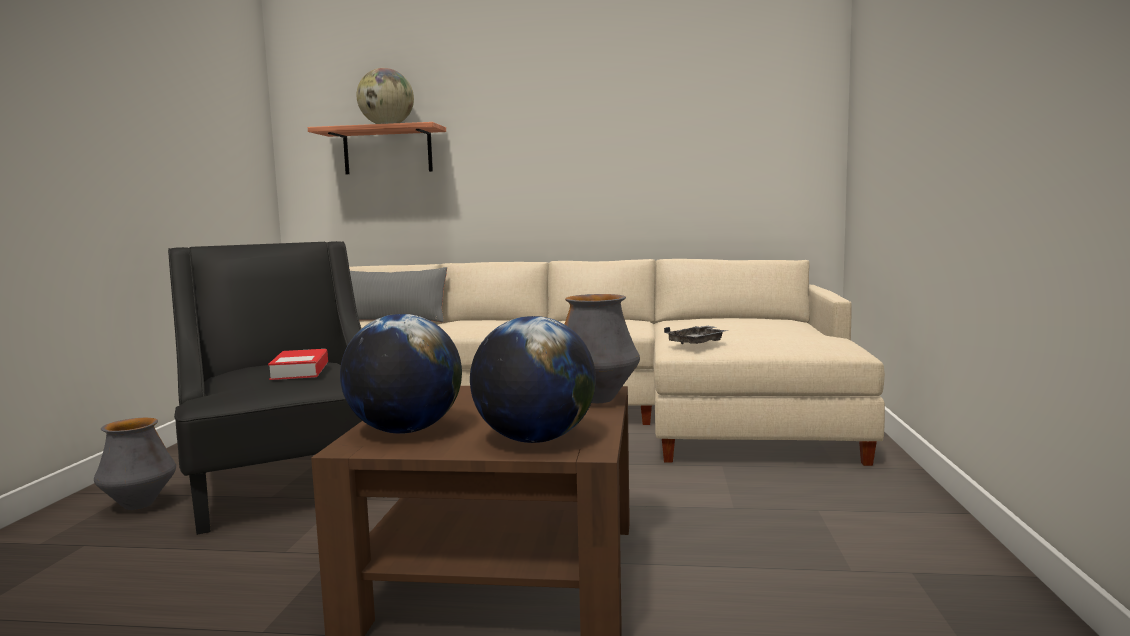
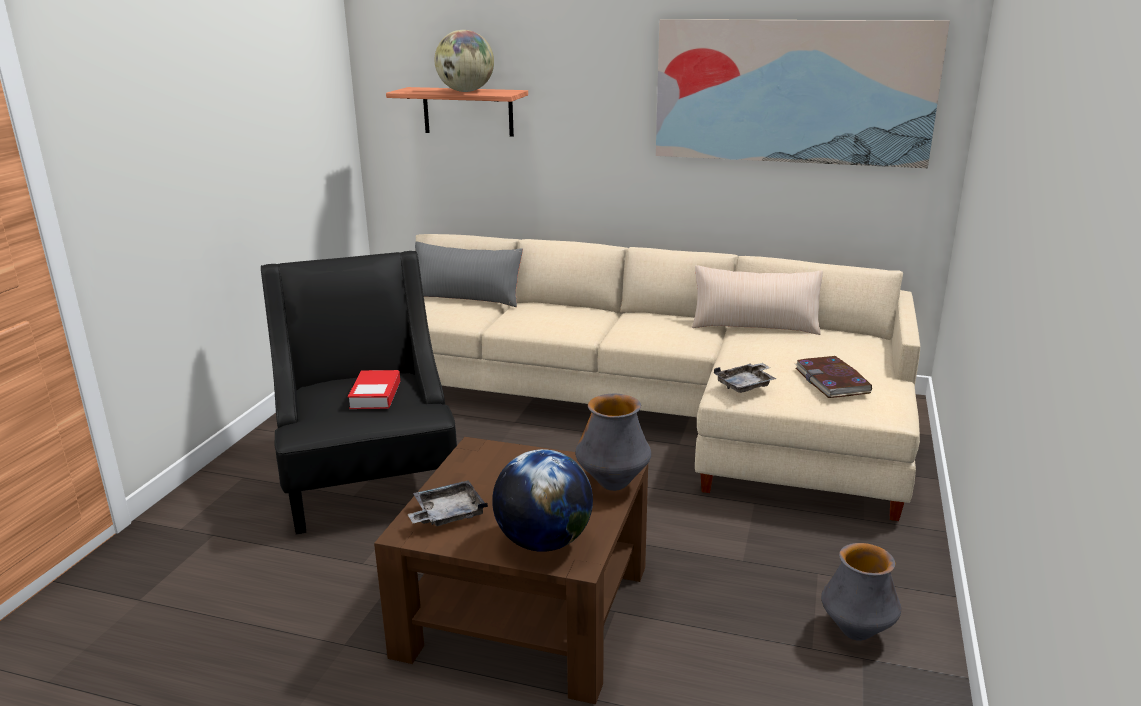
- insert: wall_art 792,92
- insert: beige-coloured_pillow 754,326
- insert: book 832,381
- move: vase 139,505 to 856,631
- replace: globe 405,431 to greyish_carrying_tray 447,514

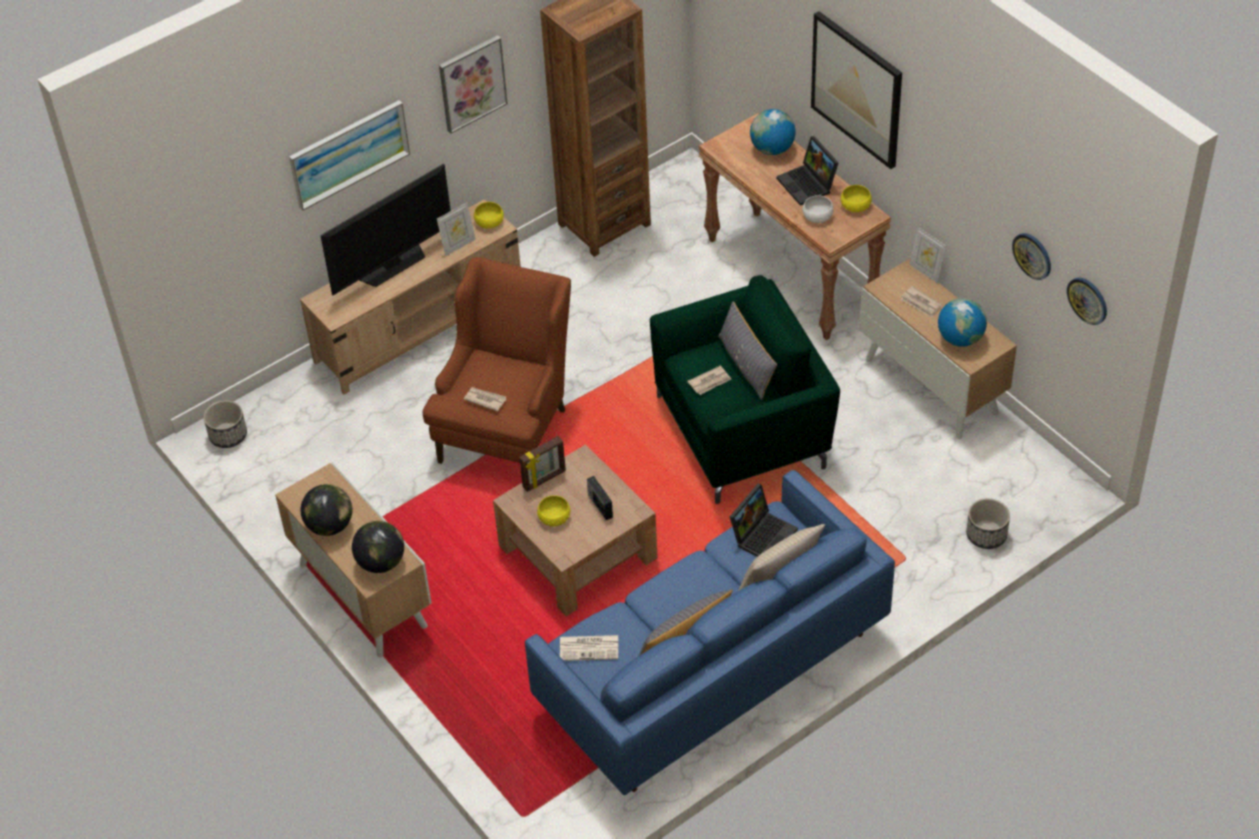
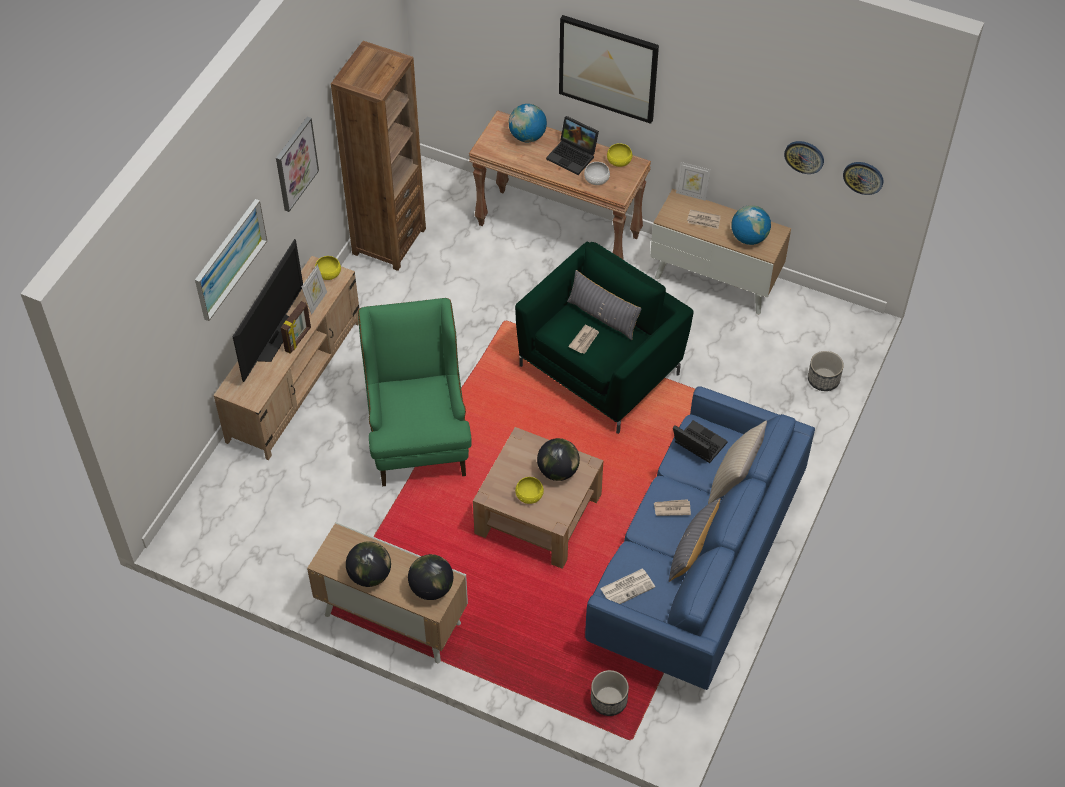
- move: planter 228,435 to 608,700
- move: printed_paper 485,399 to 672,508
- move: standing_frame 544,479 to 298,339
- replace: radio 600,505 to globe 558,471
- recolor: brown_armchair 507,425 to green-coloured_armchair 418,433
- rotate: laptop 763,534 = 697,445 60 degrees counterclockwise

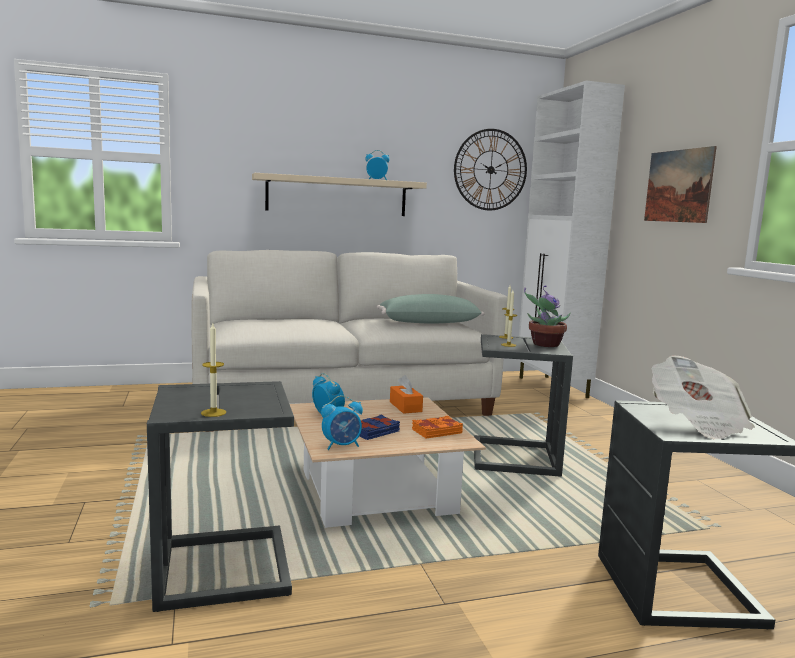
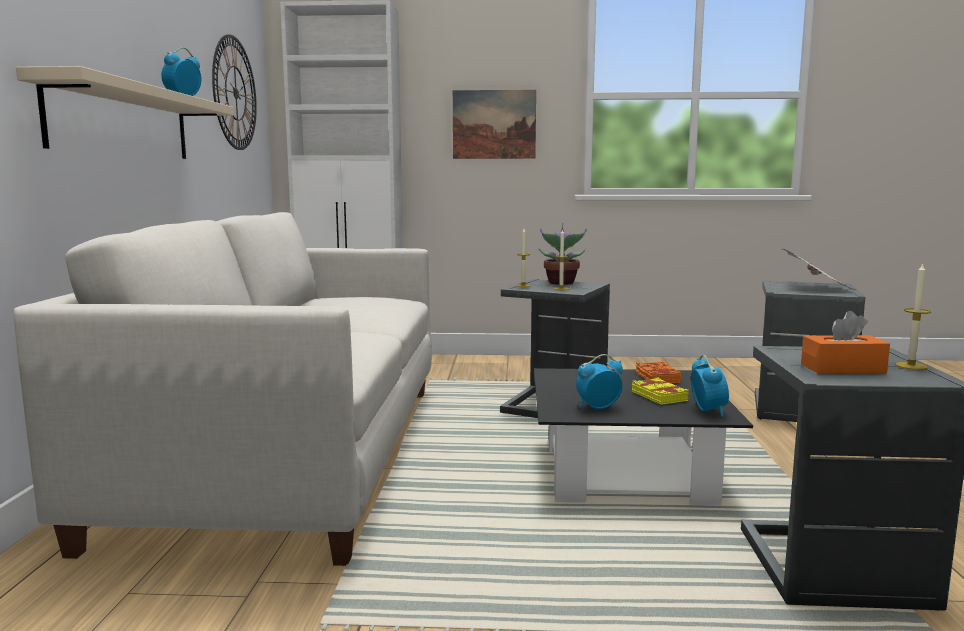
- delete: green-coloured_pillow 428,322
- move: orangey_box_of_tissues 405,407 to 842,368
- recolor: beige-coloured_lounge_table 376,491 to black_lounge_table 625,472
- recolor: blue_book 374,432 to yellow-coloured_book 659,396

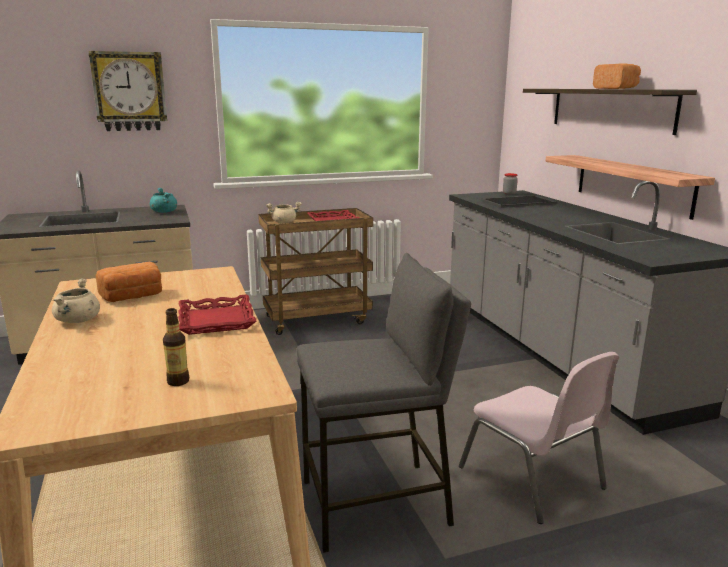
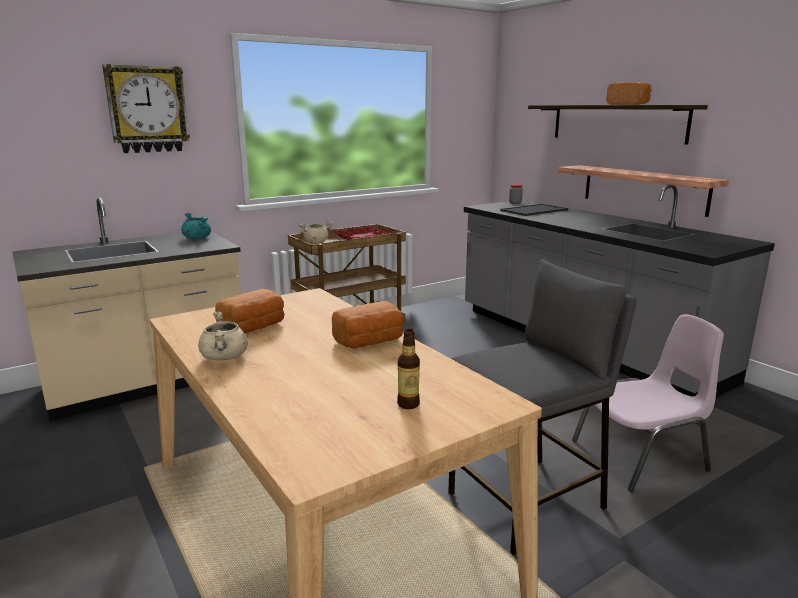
- replace: red-coloured_carrying_tray 215,320 to bread 370,342
- rotate: pink-coloured_plain_chair 533,478 = 641,456 60 degrees counterclockwise

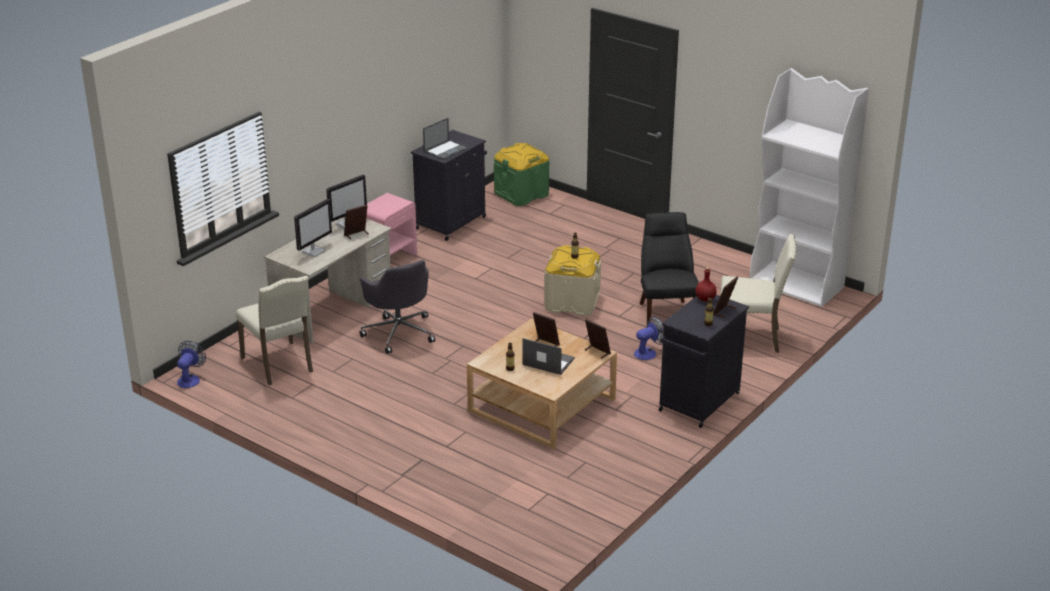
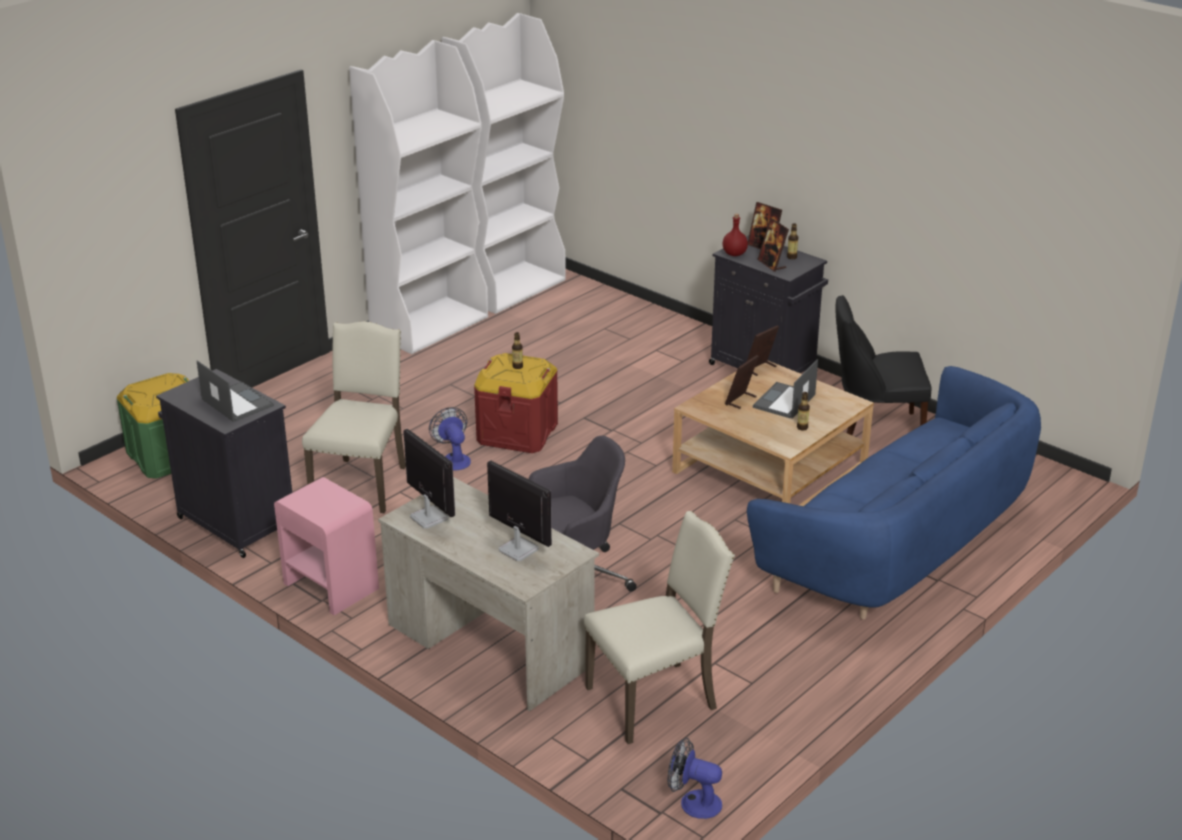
- insert: whitish_shelving_unit 429,325
- insert: blue_couch 899,546
- move: standing_frame 356,234 to 772,264
- move: electric_fan 648,353 to 453,459
- move: black_plain_chair 666,315 to 874,429
- move: beige-coloured_plain_chair 750,338 to 362,483
- recolor: beige-coloured_storage_bin 572,302 to red-coloured_storage_bin 517,433

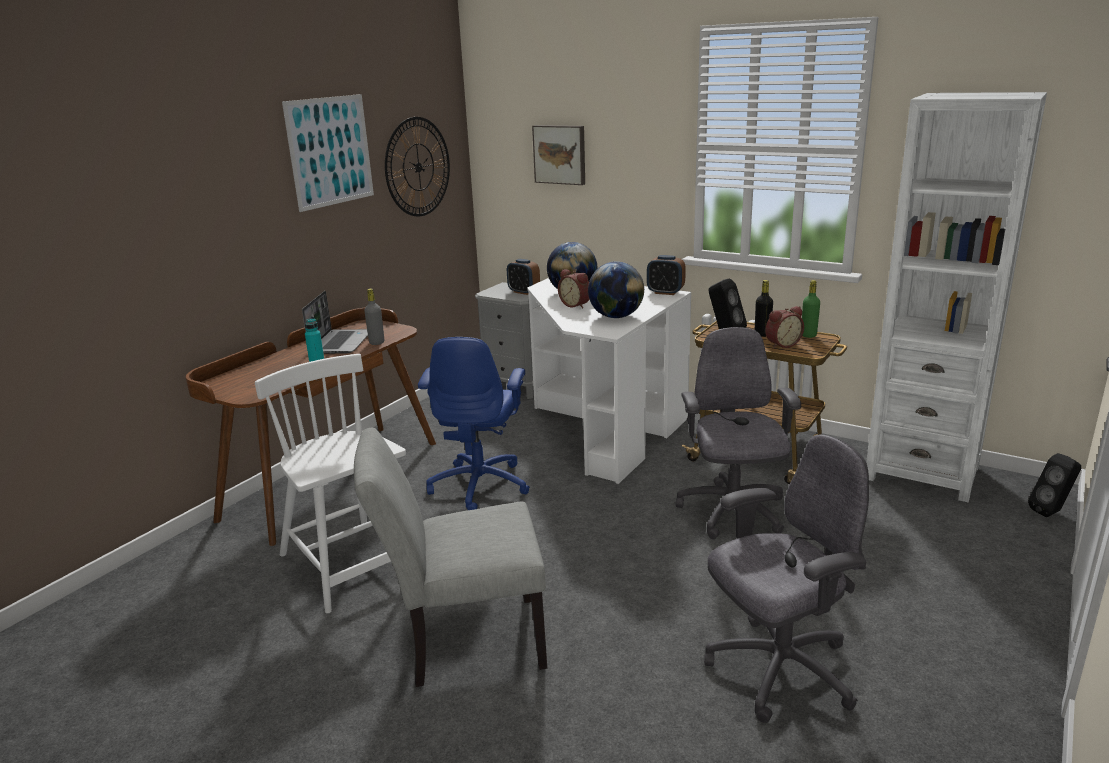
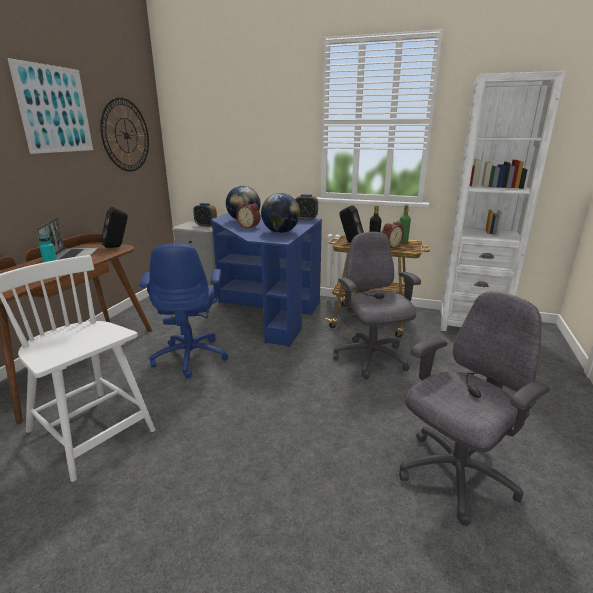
- delete: greyish_plain_chair 463,642
- delete: greyish_bottle 377,342
- delete: wall_art 560,154
- move: black_speaker 1051,512 to 117,247
- recolor: whitish_desk_table 601,429 to blue_desk_table 266,312

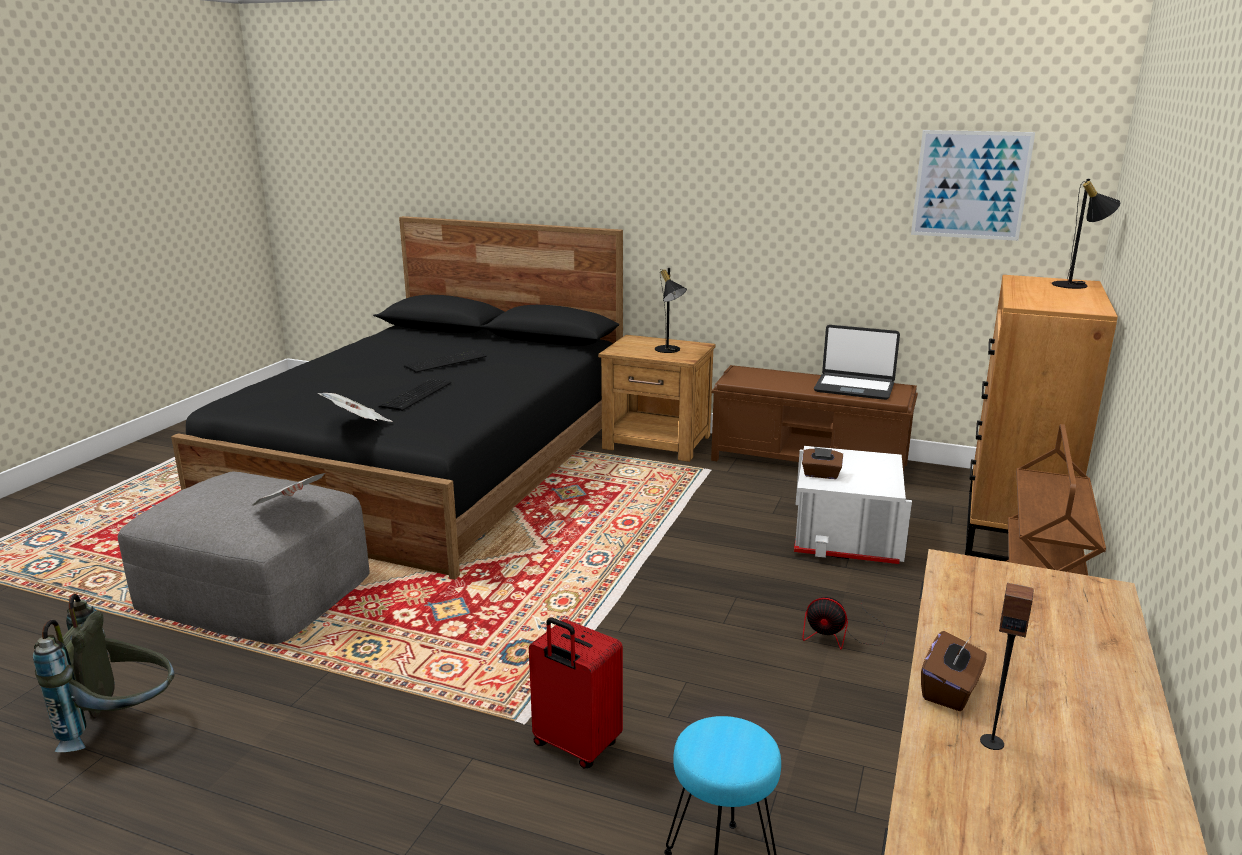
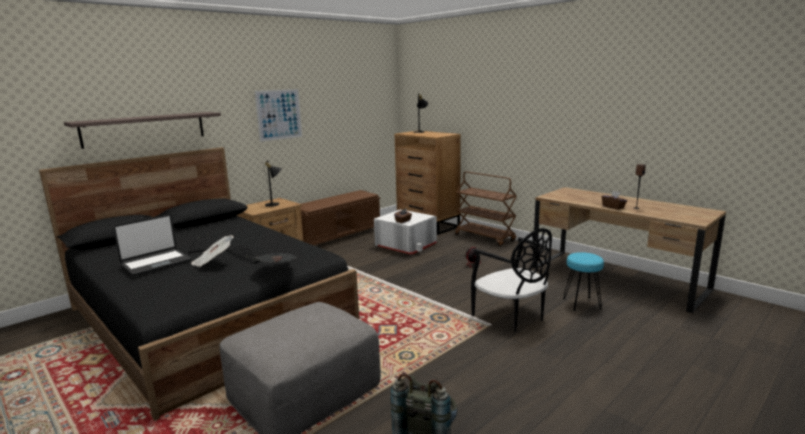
- insert: bracket_shelf 145,129
- move: printed_paper 290,508 to 213,262
- move: laptop 854,388 to 156,263
- move: wall_art 970,185 to 279,114
- replace: red-coloured_suitcase 575,746 to black_plain_chair 511,316

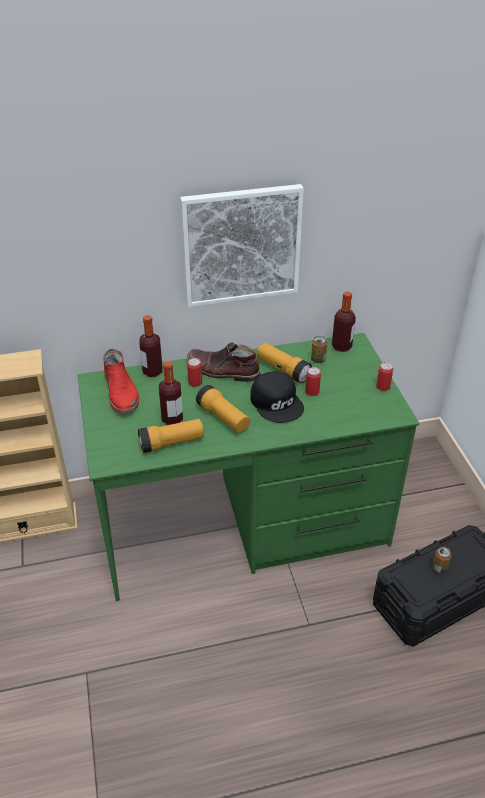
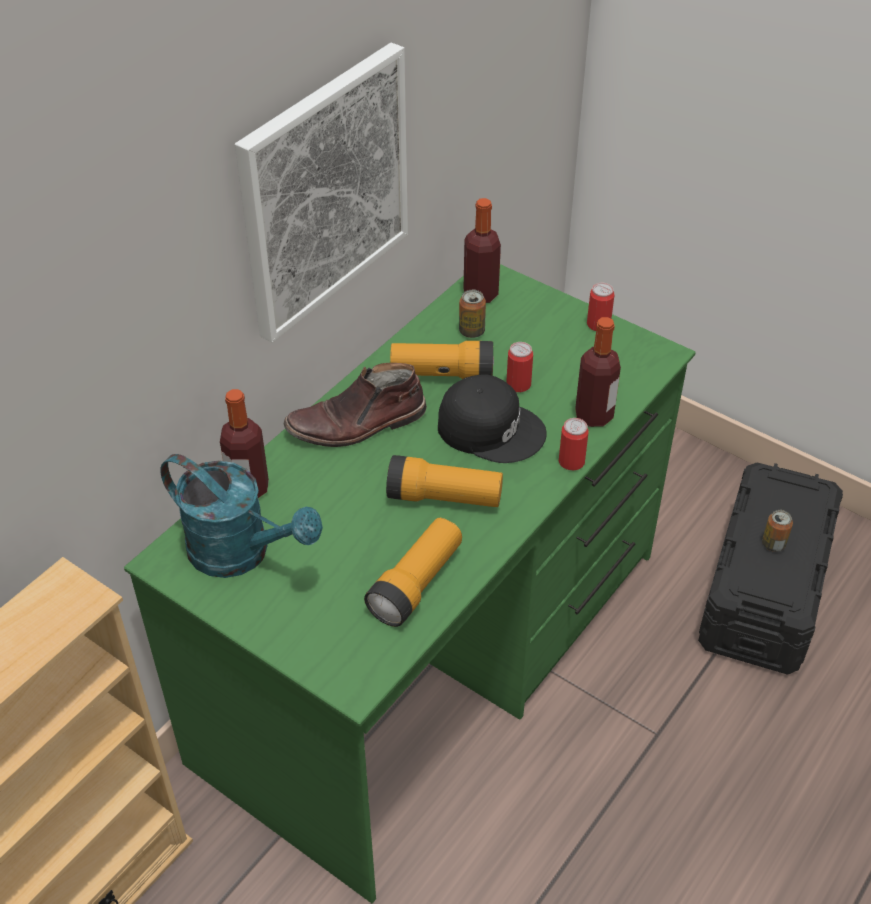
- move: bottle 172,419 to 594,415
- move: metal_can 195,382 to 571,461
- replace: red-coloured_high-top_boot 122,393 to turquoise-coloured_watering_pot 241,553

